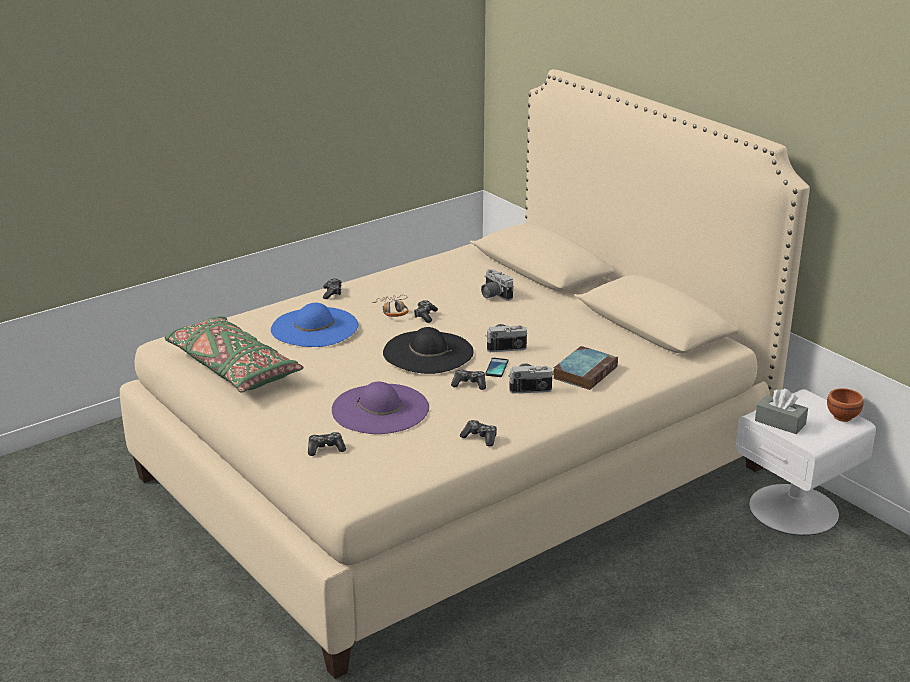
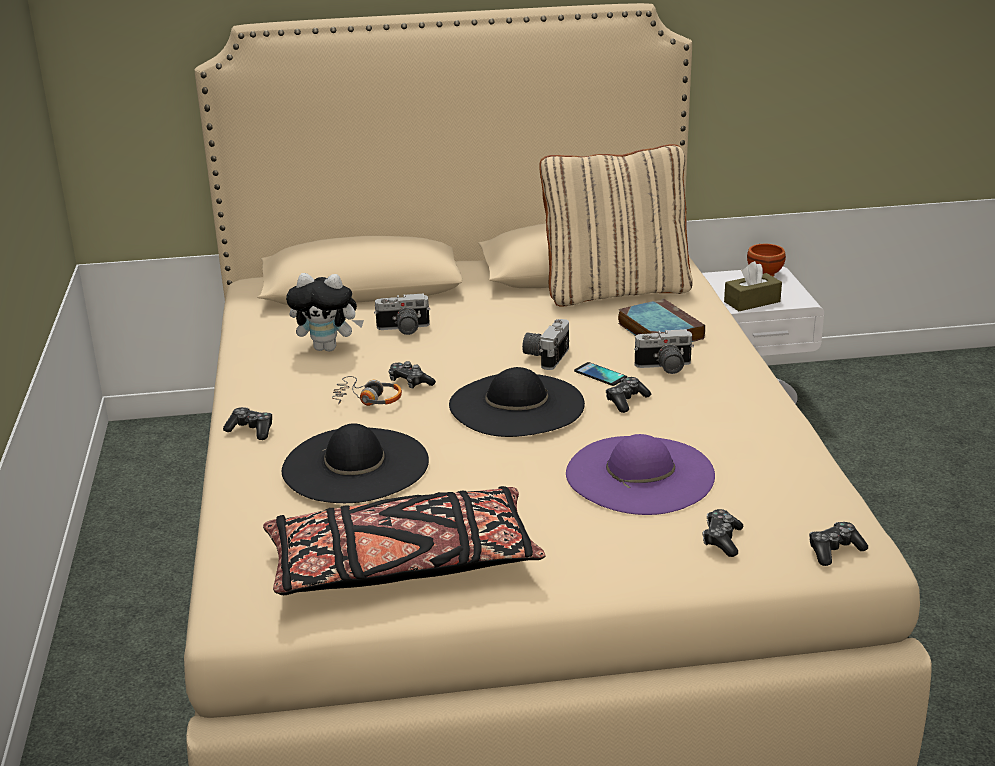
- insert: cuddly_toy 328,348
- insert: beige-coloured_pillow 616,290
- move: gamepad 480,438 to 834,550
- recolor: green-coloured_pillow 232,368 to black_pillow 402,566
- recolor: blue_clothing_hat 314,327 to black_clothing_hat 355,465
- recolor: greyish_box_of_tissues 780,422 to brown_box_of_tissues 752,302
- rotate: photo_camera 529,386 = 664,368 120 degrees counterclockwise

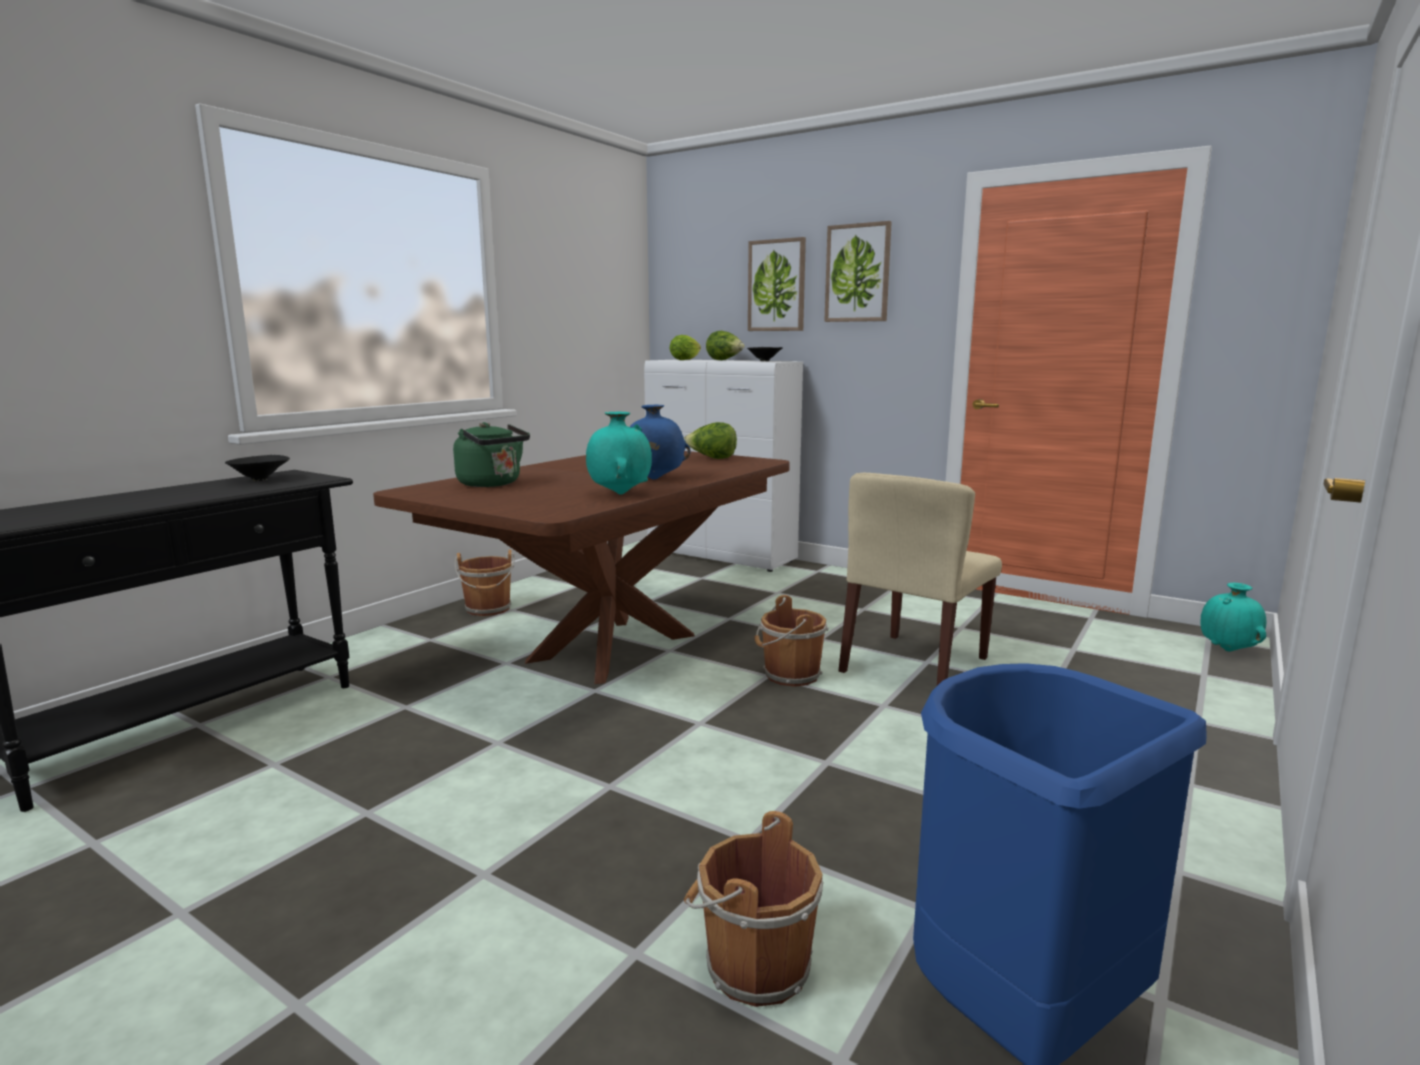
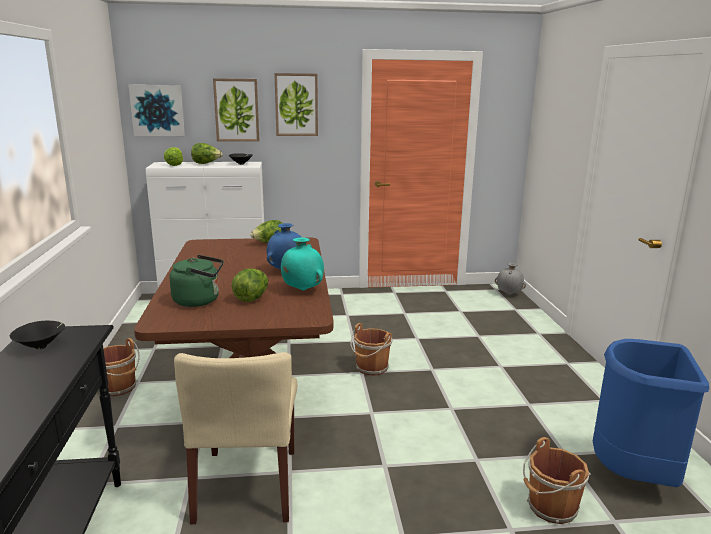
- insert: wall_art 157,110
- insert: head_of_lettuce 252,298
- move: beige-coloured_plain_chair 914,665 to 247,485
- recolor: turquoise-coloured_vase 1228,650 to greyish_vase 509,294

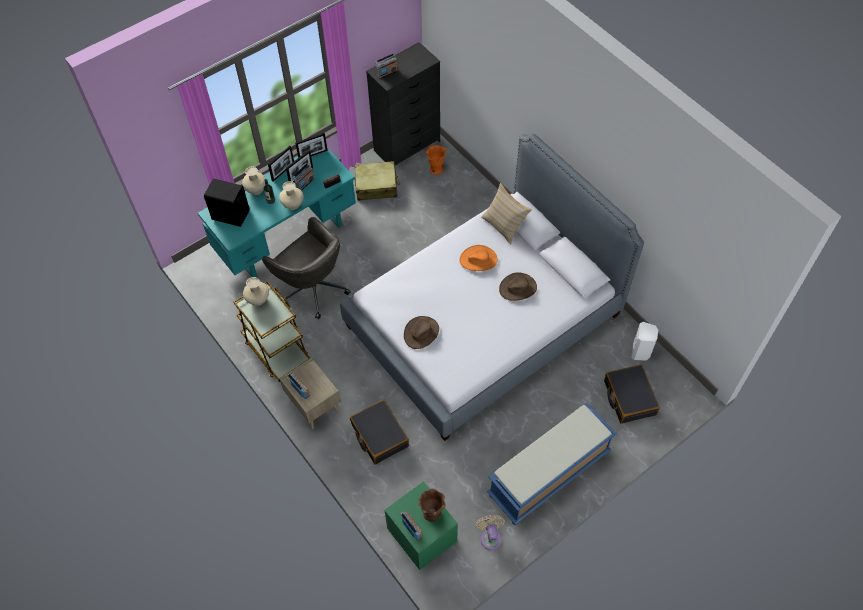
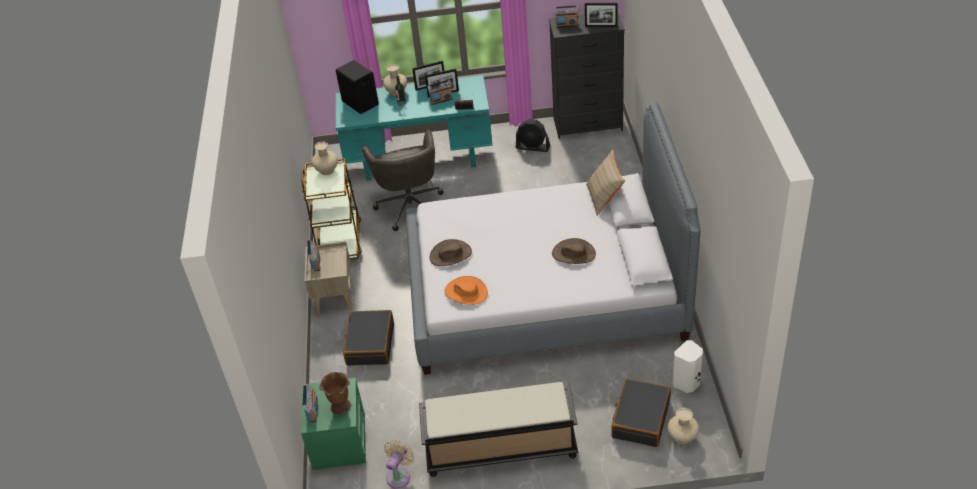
- delete: orangey_vase 436,169
- move: beige-coloured_vase 292,204 to 682,437
- move: standing_frame 313,155 to 601,26
- move: orangey_clothing_hat 478,260 to 466,292
- replace: beige-coloured_suitcase 376,186 to black_electric_fan 533,147
- recolor: blue_long_seat 548,475 to black_long_seat 500,449

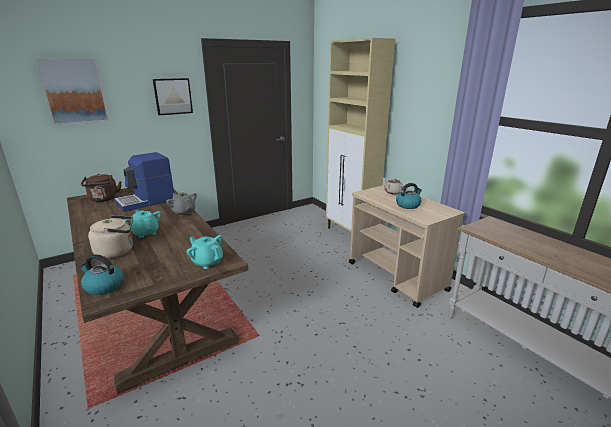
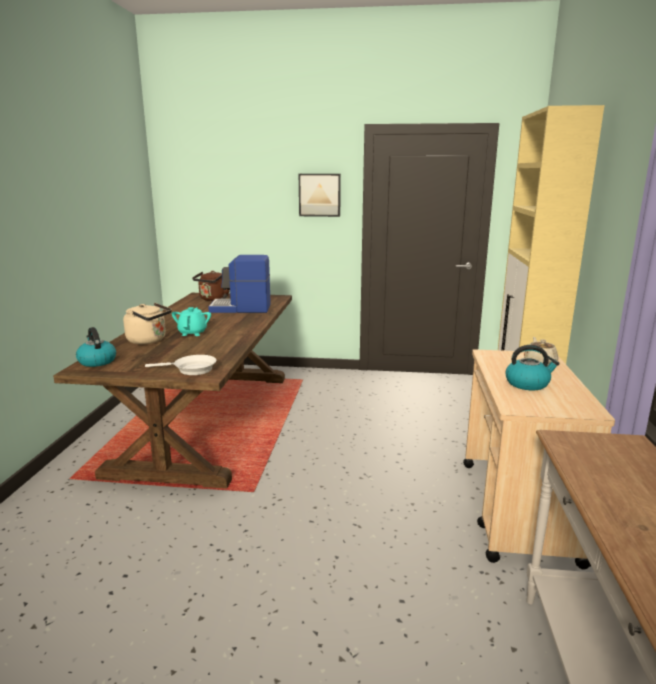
- delete: wall_art 74,91
- delete: greyish_pot_for_tea 183,212
- replace: turquoise-coloured_pot_for_tea 207,262 to whitish_frying_pan 191,369

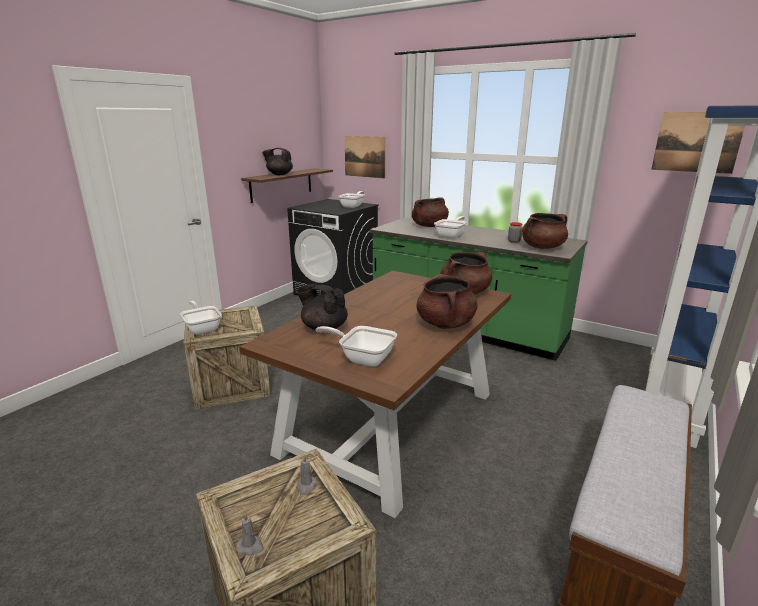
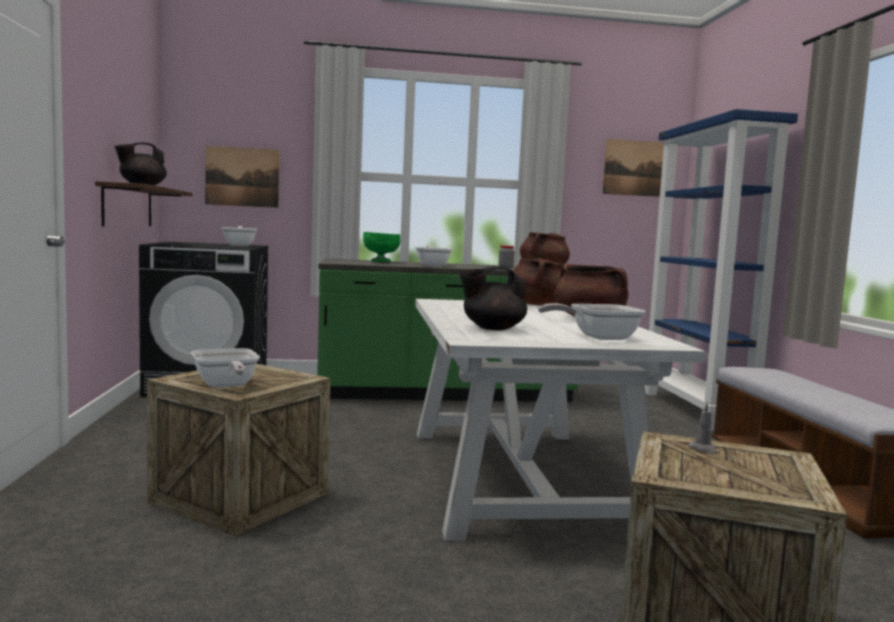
- delete: greyish_candle 251,547
- replace: brown_cooking_pot 429,226 to green-coloured_bowl 381,262
- recolor: brown_dinner_table 391,421 to whitish_dinner_table 517,476
- rotate: frying_pan 202,328 = 225,386 135 degrees counterclockwise

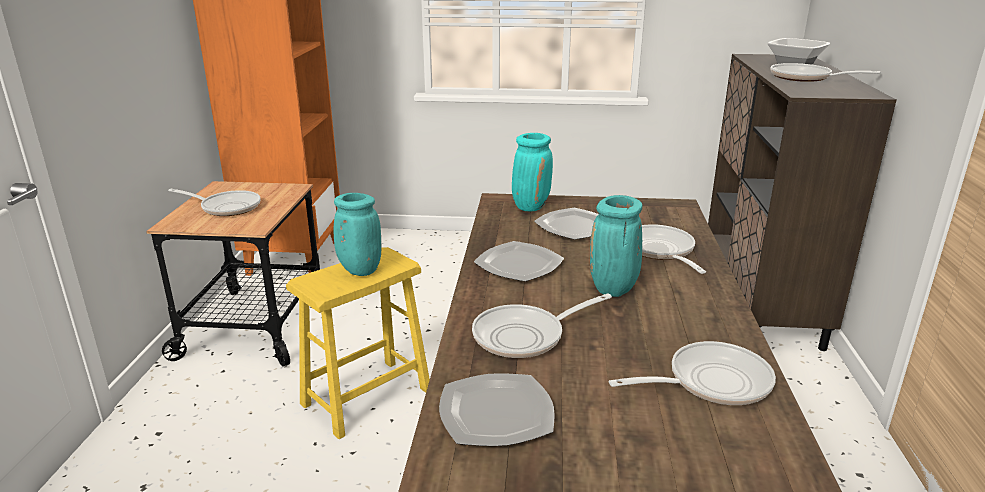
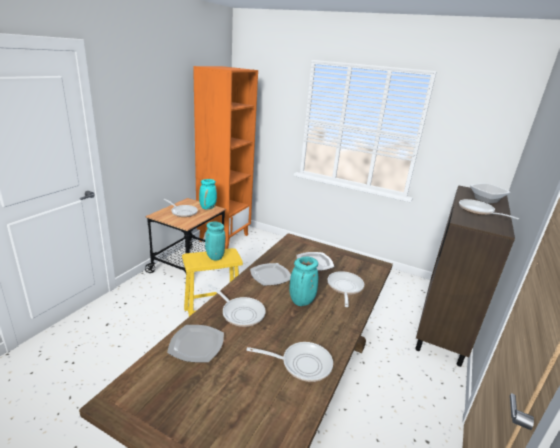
- move: turquoise-coloured_vase 530,206 to 208,207
- rotate: frying_pan 525,336 = 240,313 135 degrees counterclockwise

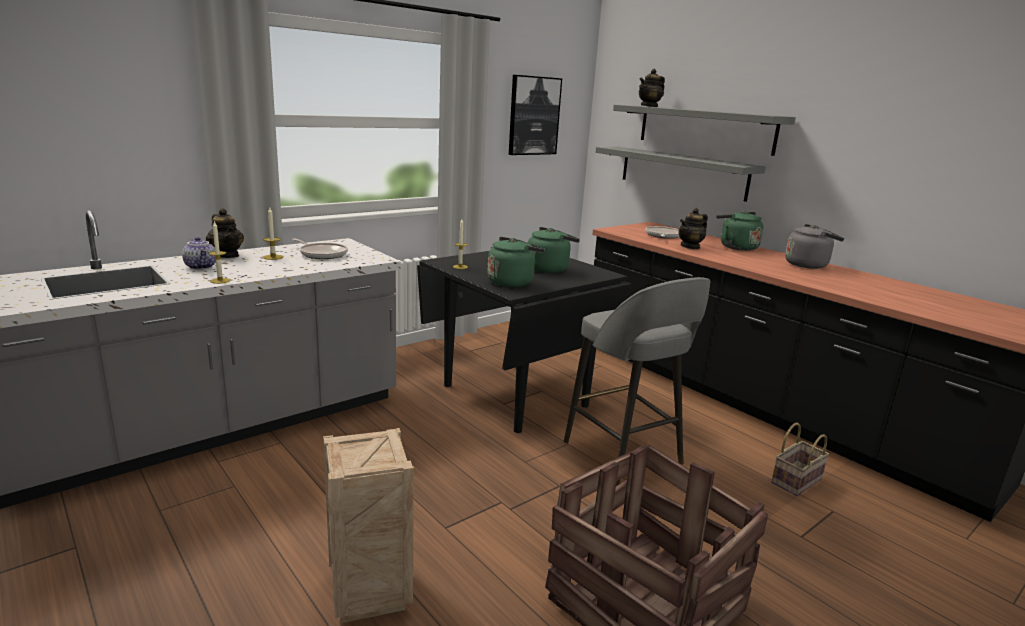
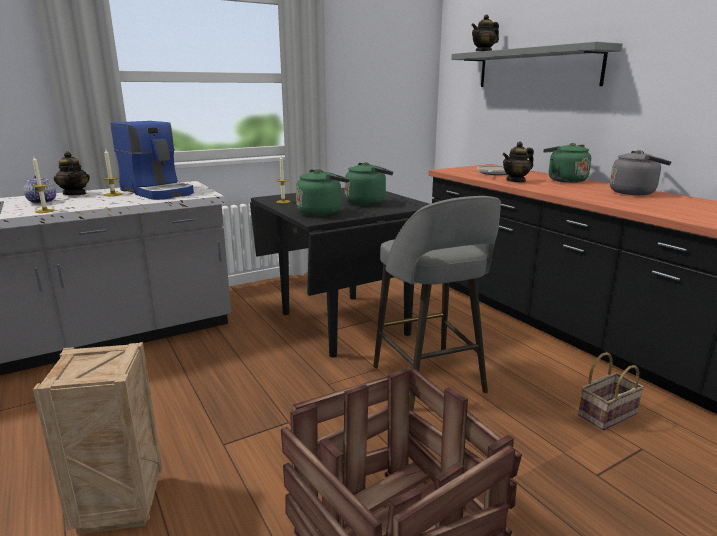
- delete: wall_art 533,116
- delete: greyish_bracket_shelf 682,172
- replace: frying_pan 322,254 to coffee_brewer 158,192

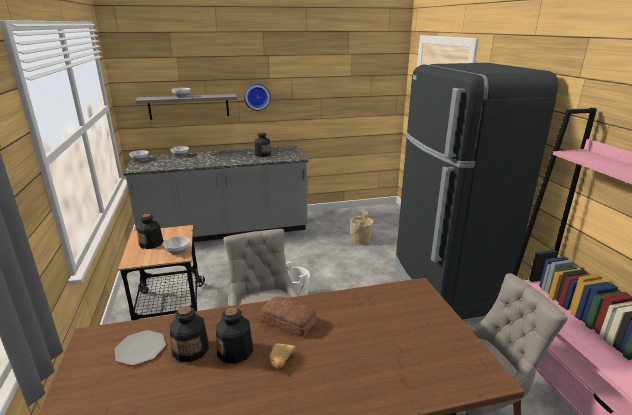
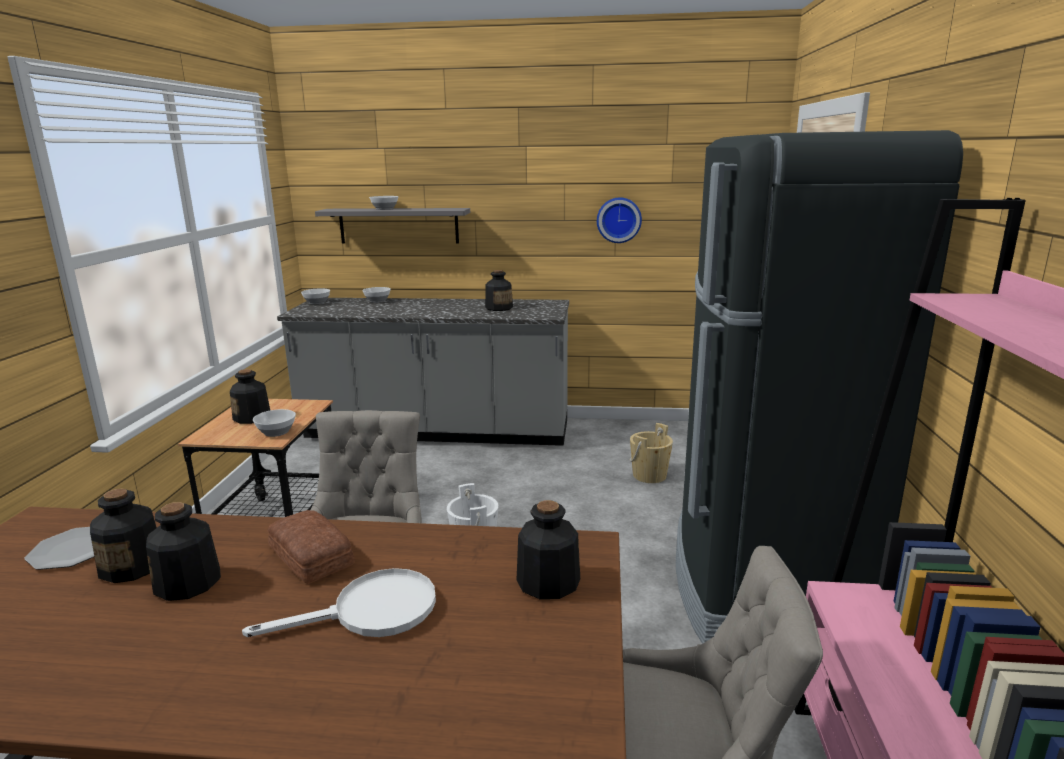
- delete: bread 280,361
- insert: whitish_frying_pan 371,612
- insert: bottle 547,582
- move: wall_clock 257,96 to 619,220

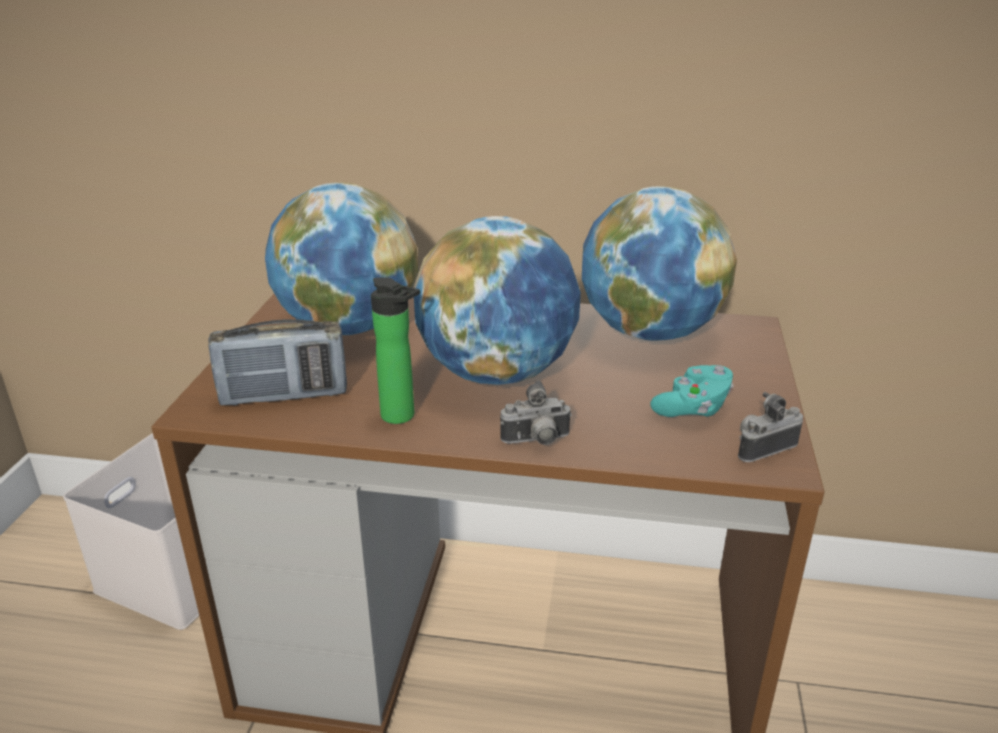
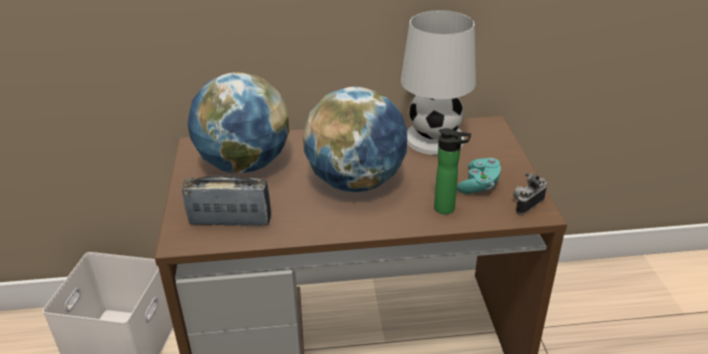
- delete: photo_camera 536,441
- move: bottle 402,417 to 447,209
- replace: globe 649,332 to whitish_table_lamp 433,138
- rotate: radio 284,395 = 230,221 150 degrees counterclockwise

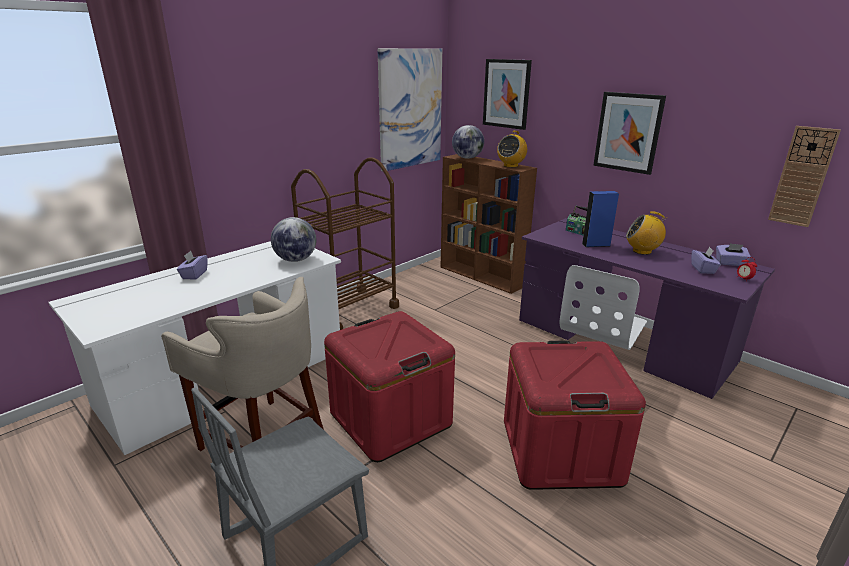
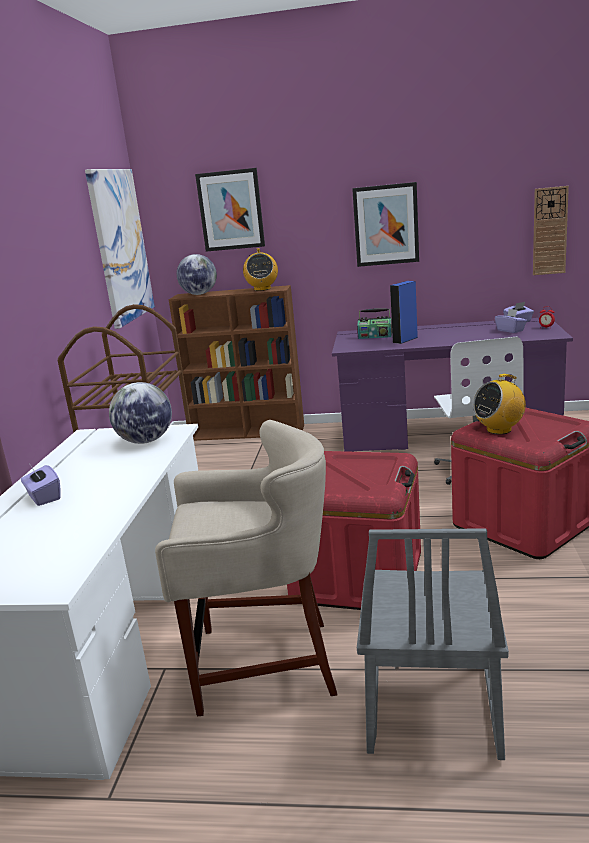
- move: radio 642,251 to 499,430

